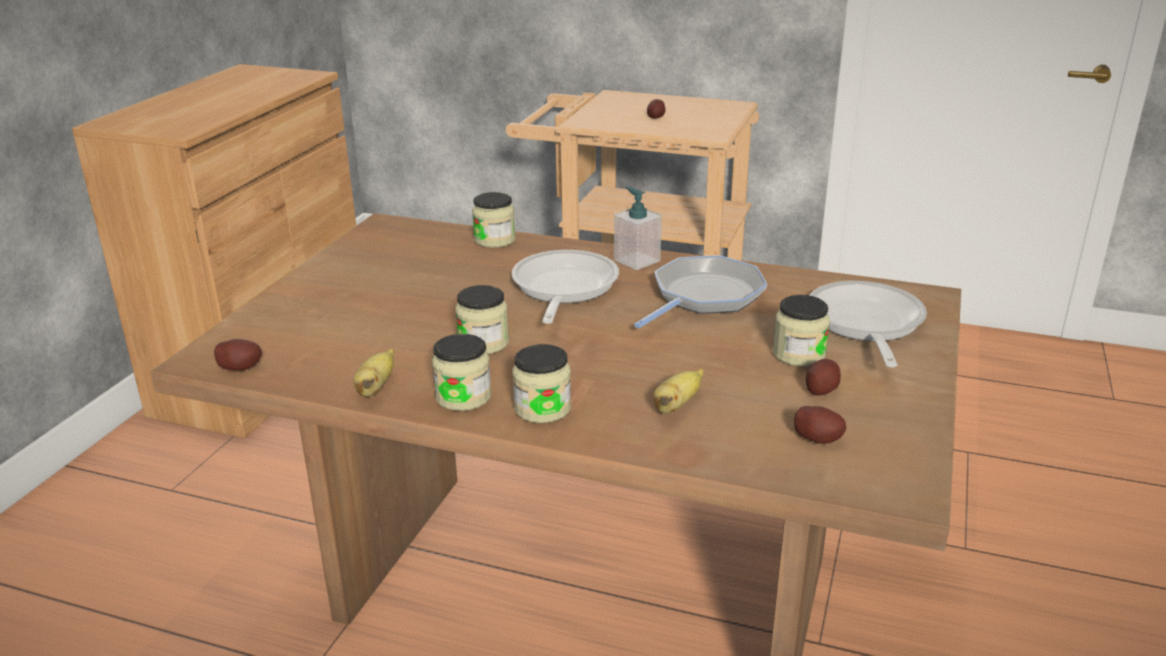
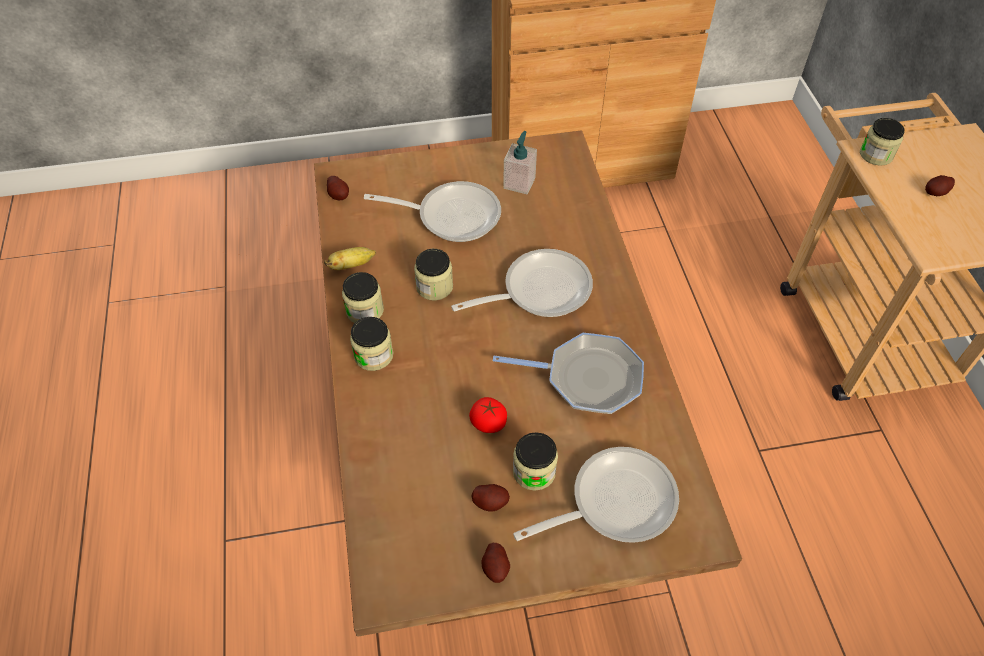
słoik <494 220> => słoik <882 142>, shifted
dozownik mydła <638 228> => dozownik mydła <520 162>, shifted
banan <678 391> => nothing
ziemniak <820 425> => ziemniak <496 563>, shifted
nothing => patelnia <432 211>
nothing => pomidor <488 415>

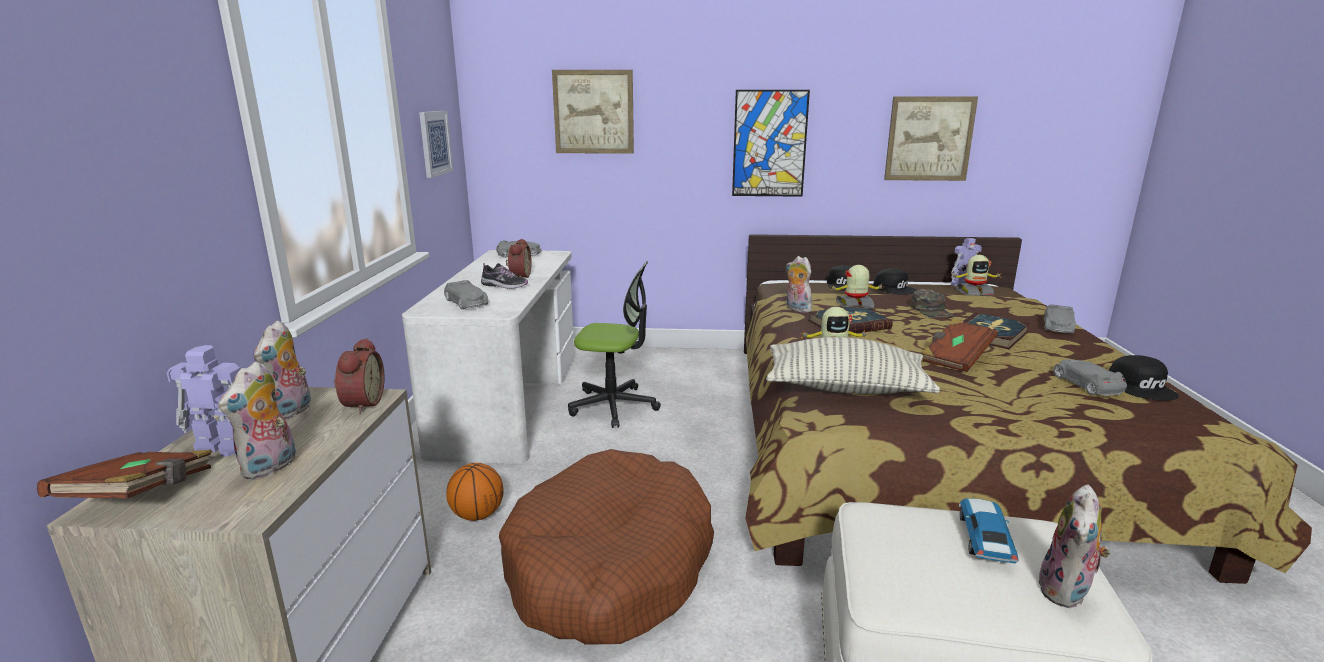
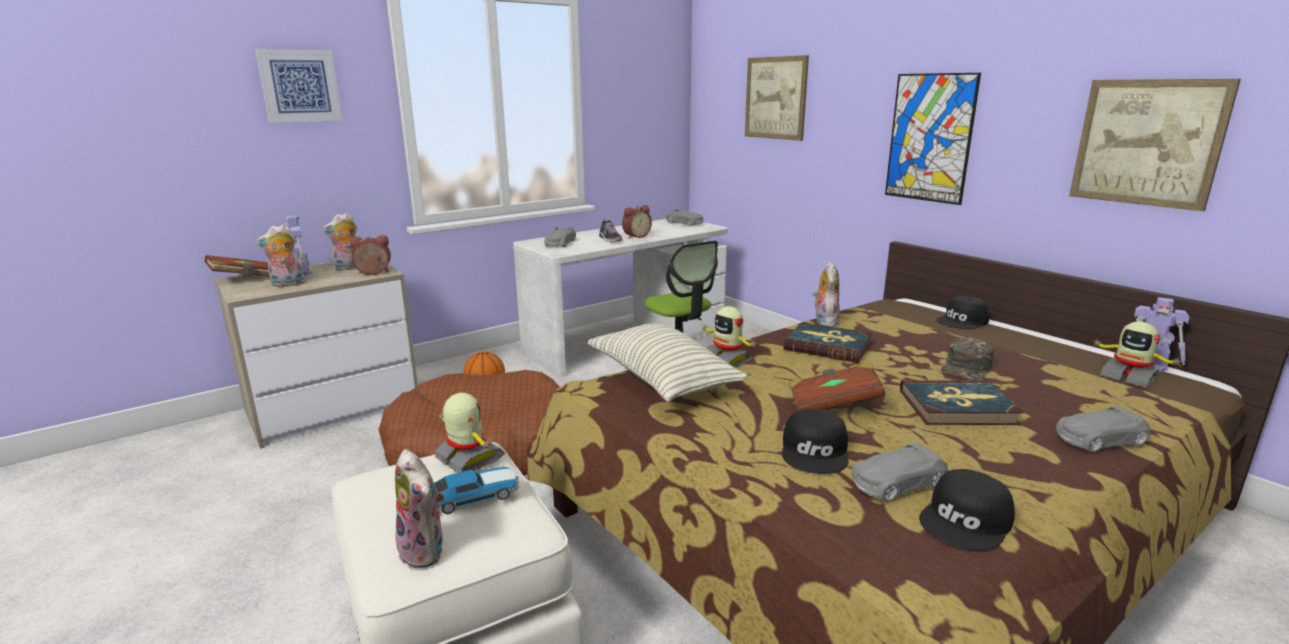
budzik <359 376> => budzik <370 255>, 150 degrees counterclockwise
obraz <436 144> => obraz <298 86>, shifted
robot zabawkowy <857 287> => robot zabawkowy <470 433>, shifted
czapka z daszkiem [czarny] <895 281> => czapka z daszkiem [czarny] <815 441>, shifted
pluszak <1075 546> => pluszak <419 509>, 120 degrees counterclockwise
samochodzik [szary] <1090 377> => samochodzik [szary] <900 472>, 150 degrees counterclockwise

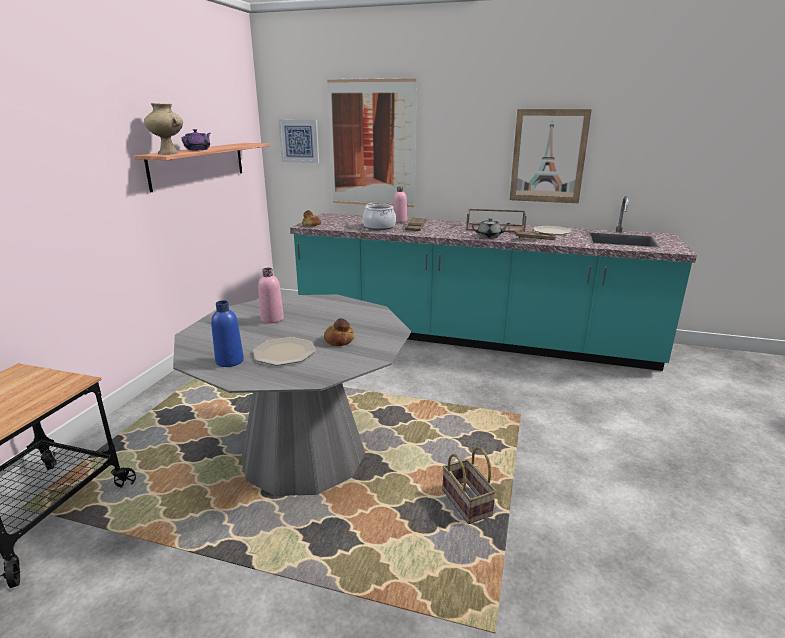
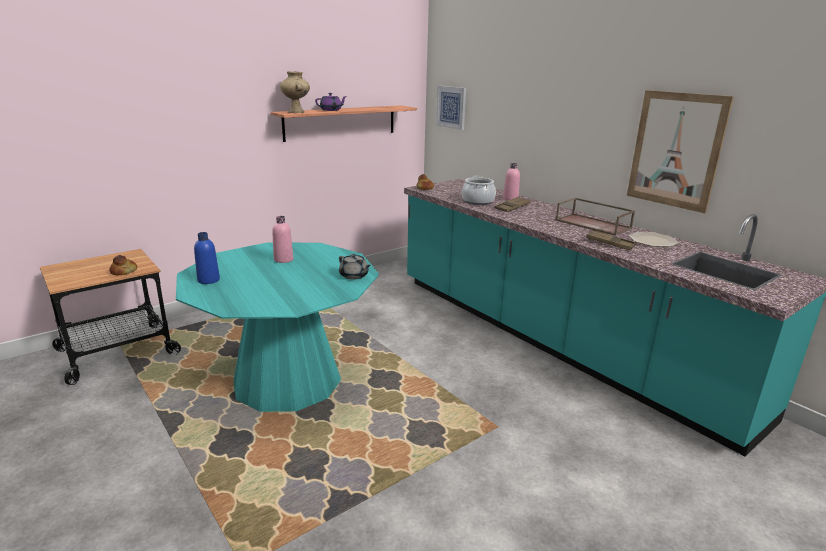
stół jadalny [szary] <292 395> => stół jadalny [turkusowy] <277 327>
talerz <284 351> => nothing
chleb <339 332> => chleb <123 265>, shifted
obraz <372 142> => nothing
koszyk <469 485> => nothing
imbryk [szary] <491 228> => imbryk [szary] <355 267>, shifted

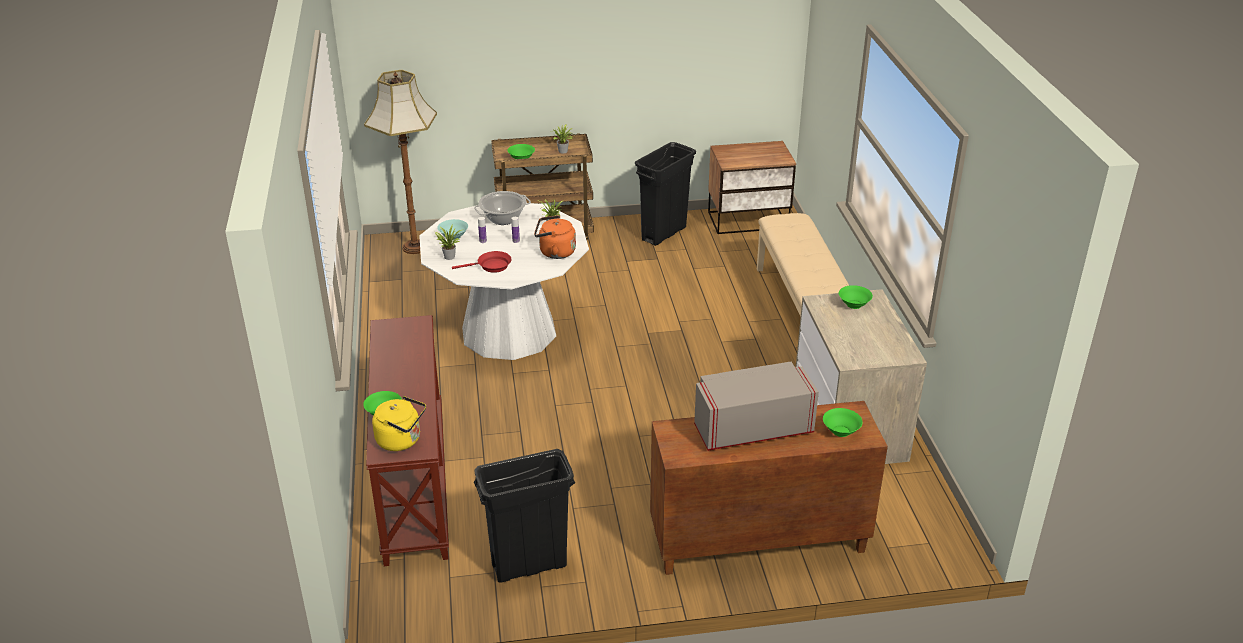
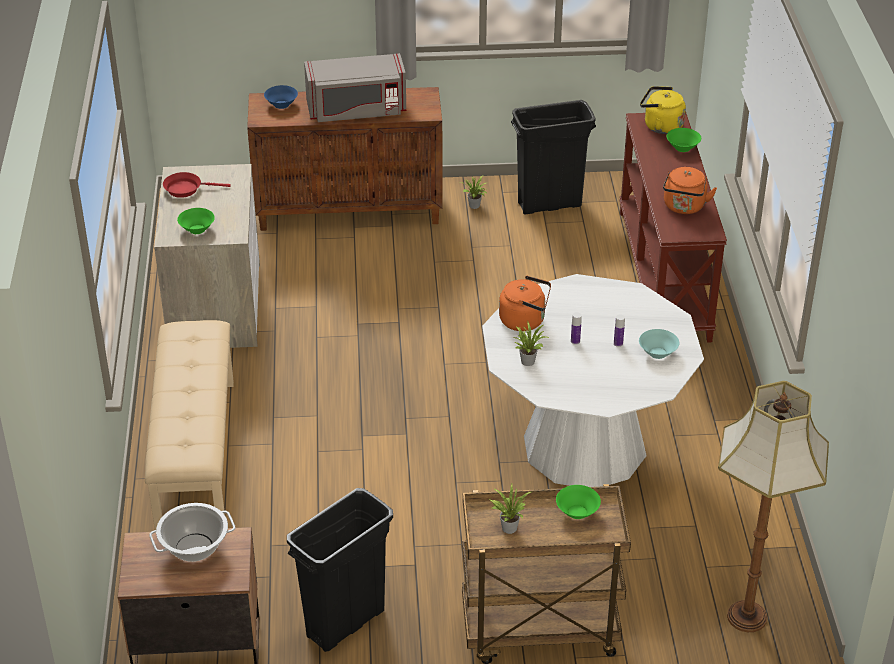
roślina doniczkowa <448 242> => roślina doniczkowa <473 192>, shifted
patelnia [czerwony] <482 262> => patelnia [czerwony] <197 185>, shifted
garnek <502 208> => garnek <192 532>, shifted
miska [zielony] <843 422> => miska [niebieski] <281 97>
nothing => czajnik [pomarańczowy] <690 190>

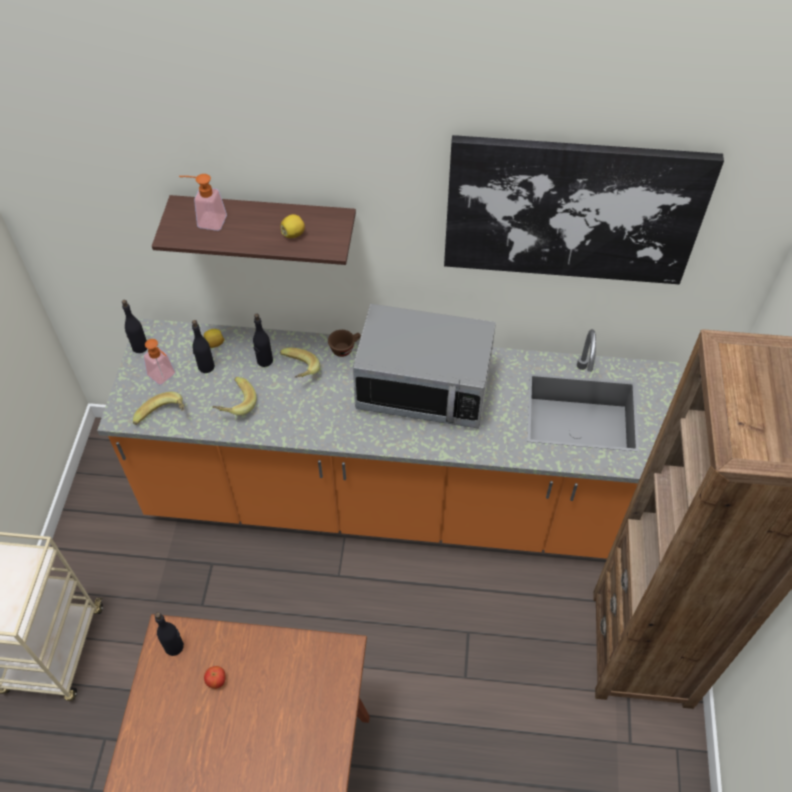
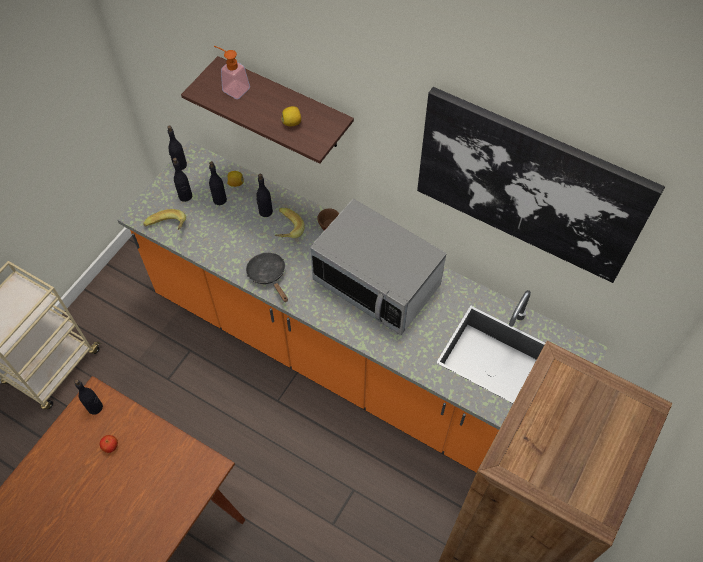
dozownik mydła <159 362> => butelka [czarny] <182 180>
banan <234 396> => nothing
nothing => patelnia [czarny] <267 277>

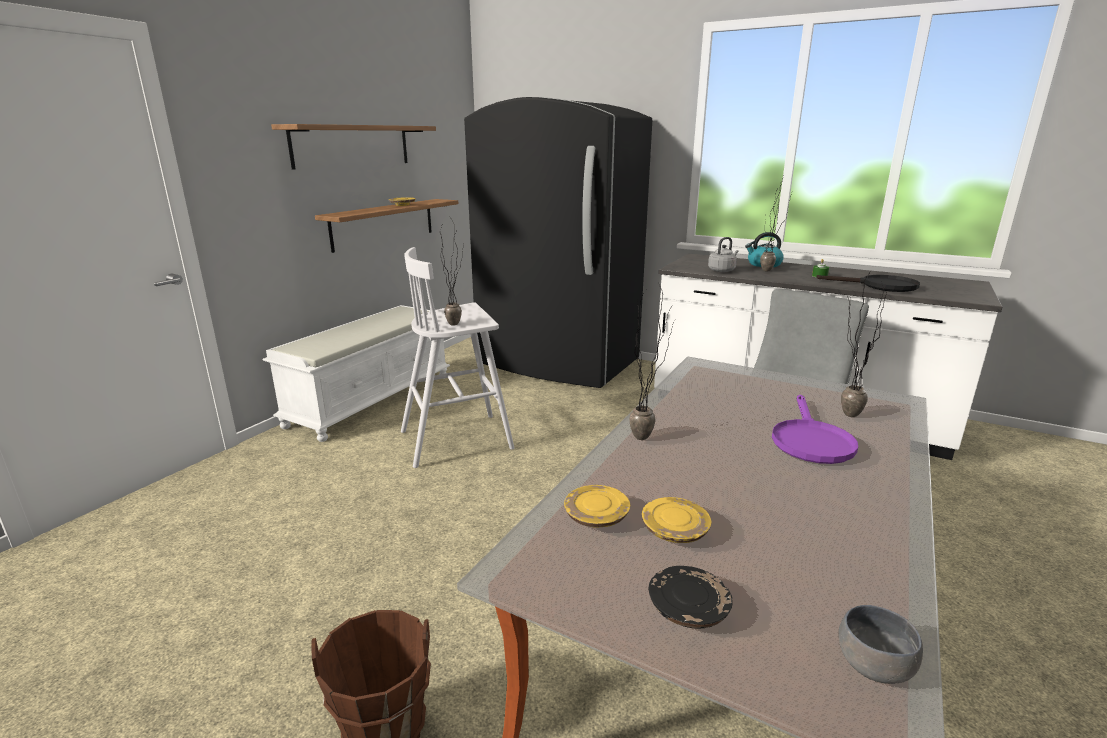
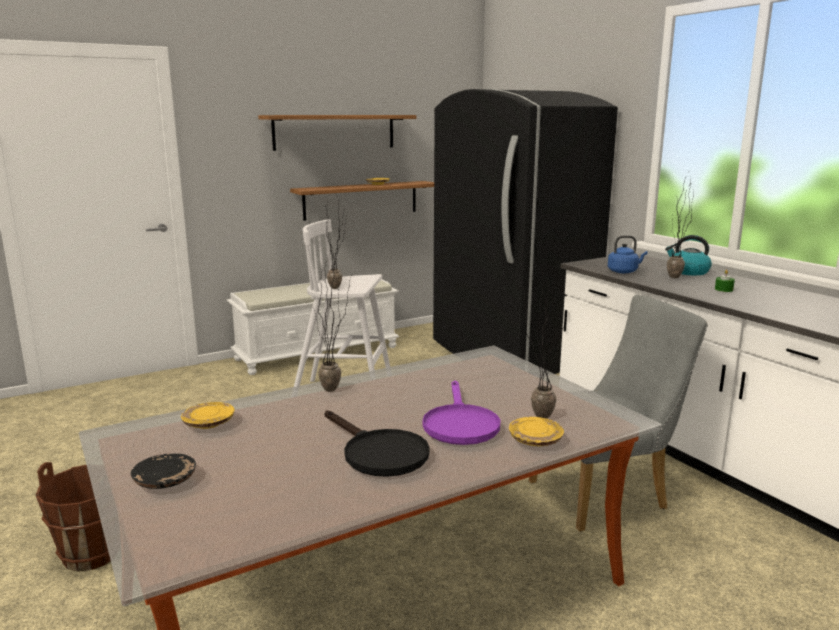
talerz [żółty] <676 520> => talerz [żółty] <536 431>, shifted
czajnik [szary] <723 254> => czajnik [niebieski] <628 254>
patelnia [fioletowy] <815 429> => patelnia [fioletowy] <461 413>, 45 degrees counterclockwise
patelnia [czarny] <868 283> => patelnia [czarny] <377 443>, shifted
miska [szary] <880 644> => nothing

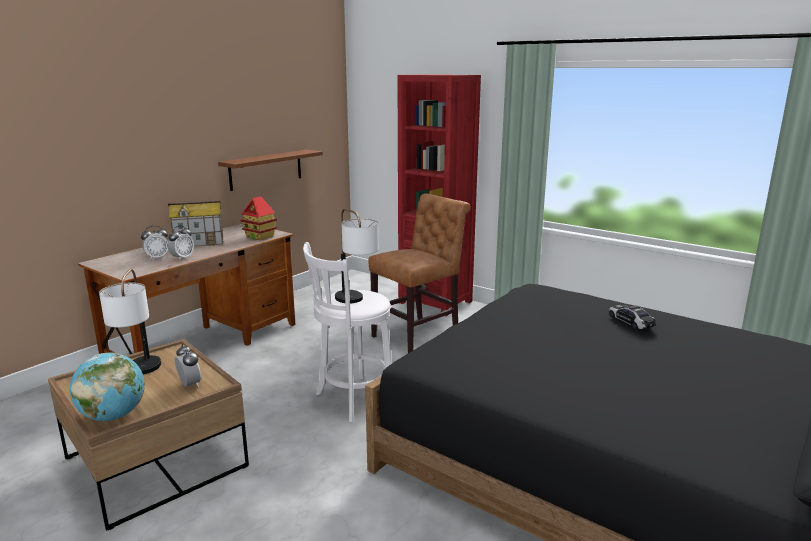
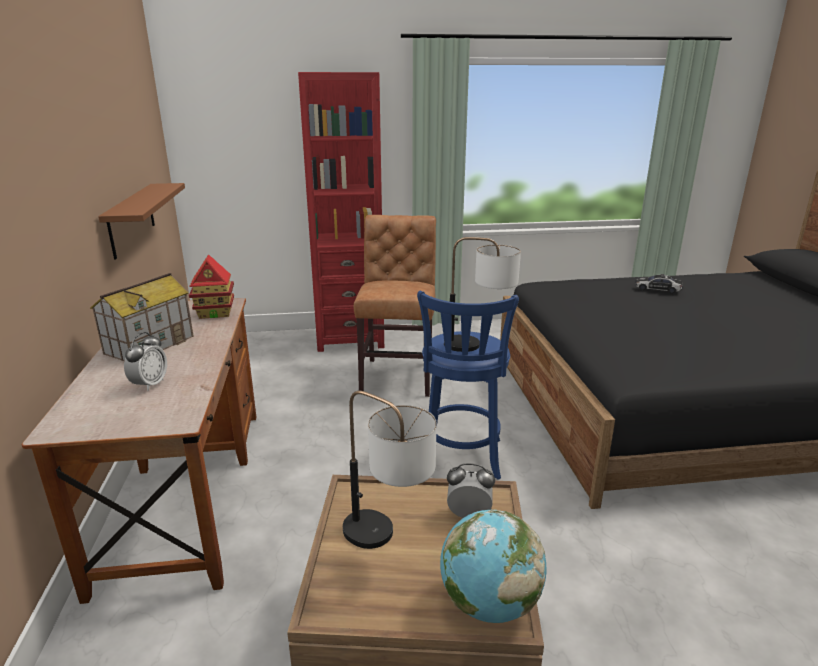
budzik <181 243> => nothing
stołek [biały] <347 332> => stołek [niebieski] <468 385>

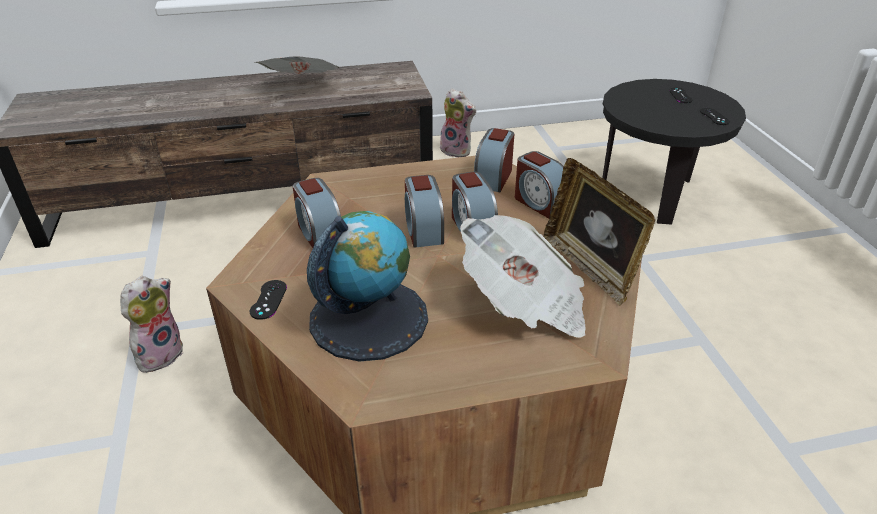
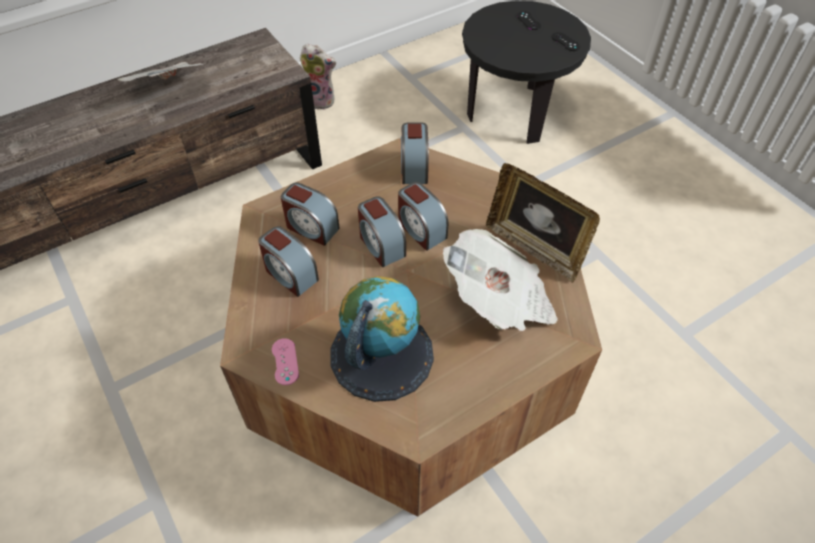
pluszak <151 324> => nothing
pad do gier [czarny] <268 300> => pad do gier [różowy] <285 361>
budzik <539 184> => budzik <310 214>, shifted

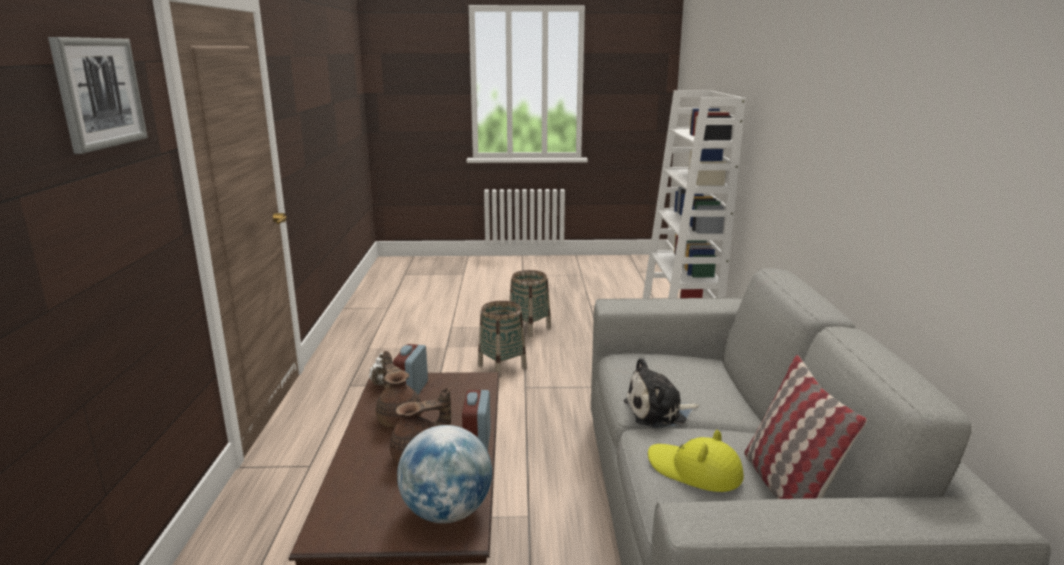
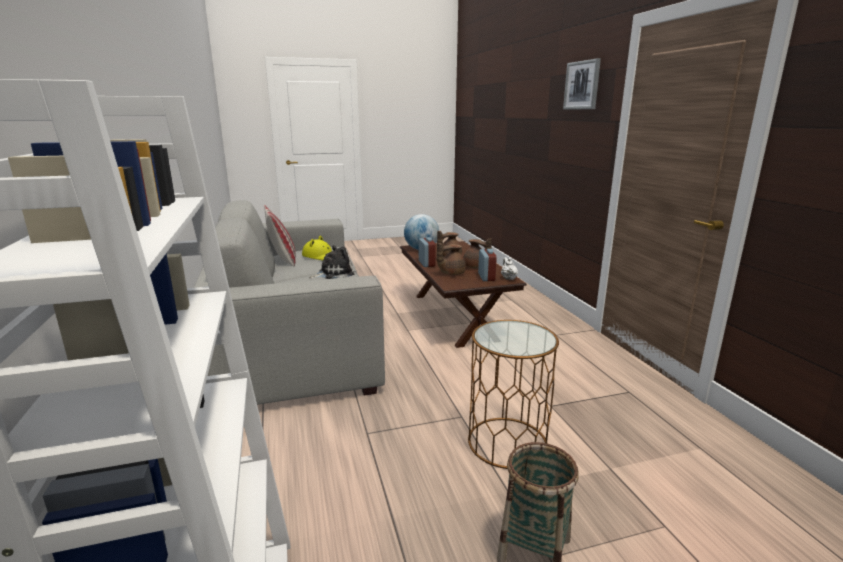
koszyk <502 339> => stolik [brązowy] <513 394>
nothing => imbryk [brązowy] <451 258>

